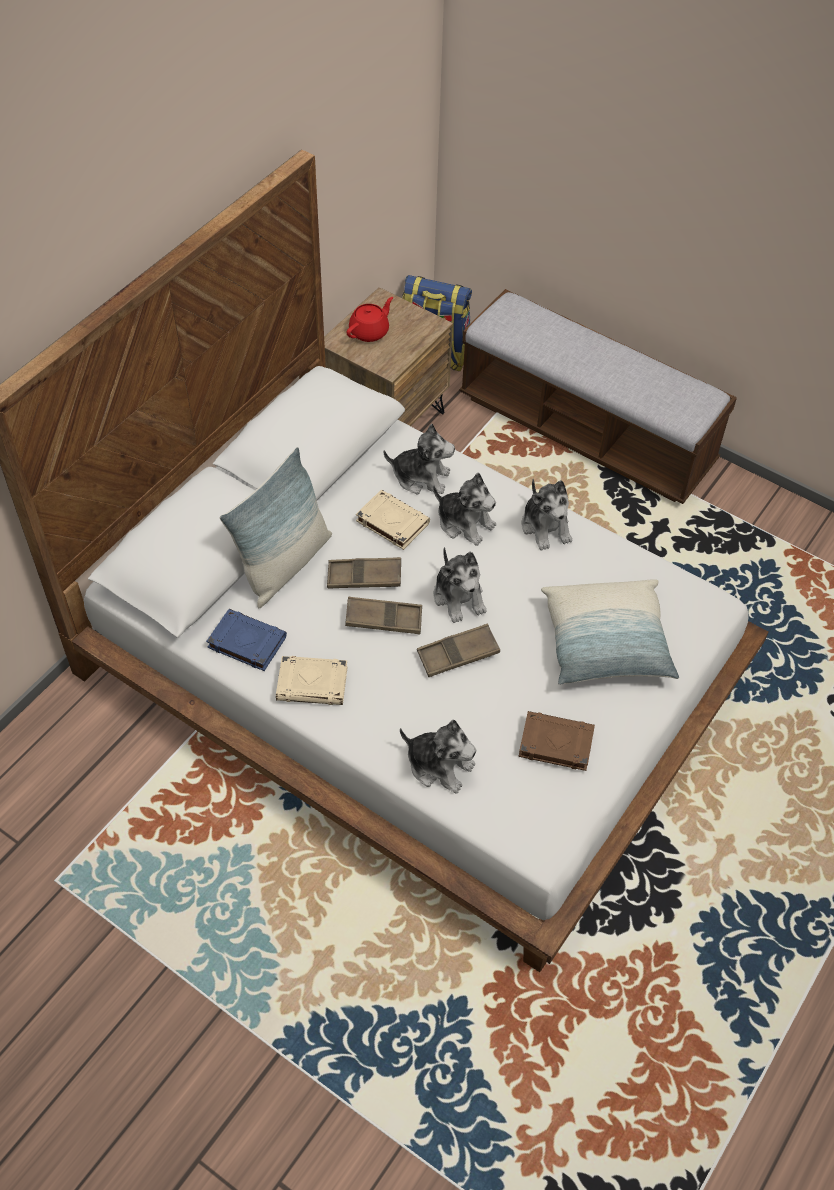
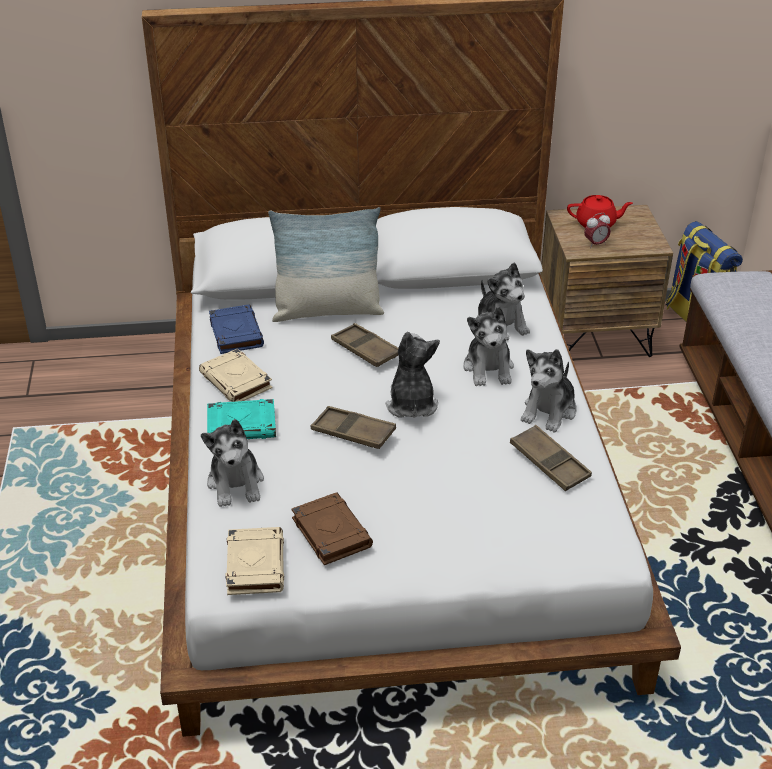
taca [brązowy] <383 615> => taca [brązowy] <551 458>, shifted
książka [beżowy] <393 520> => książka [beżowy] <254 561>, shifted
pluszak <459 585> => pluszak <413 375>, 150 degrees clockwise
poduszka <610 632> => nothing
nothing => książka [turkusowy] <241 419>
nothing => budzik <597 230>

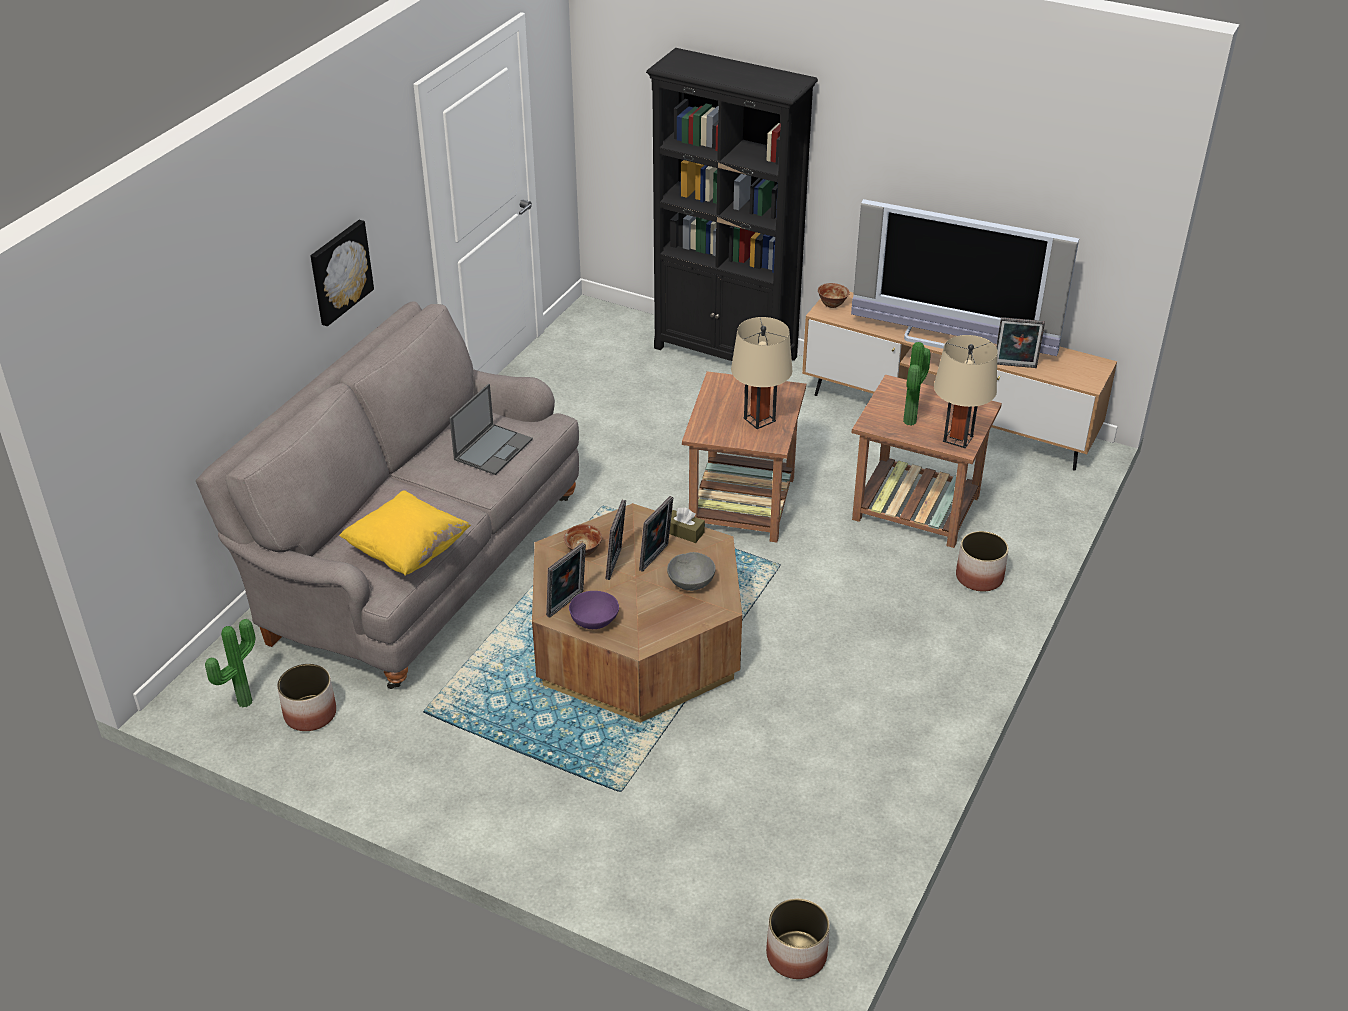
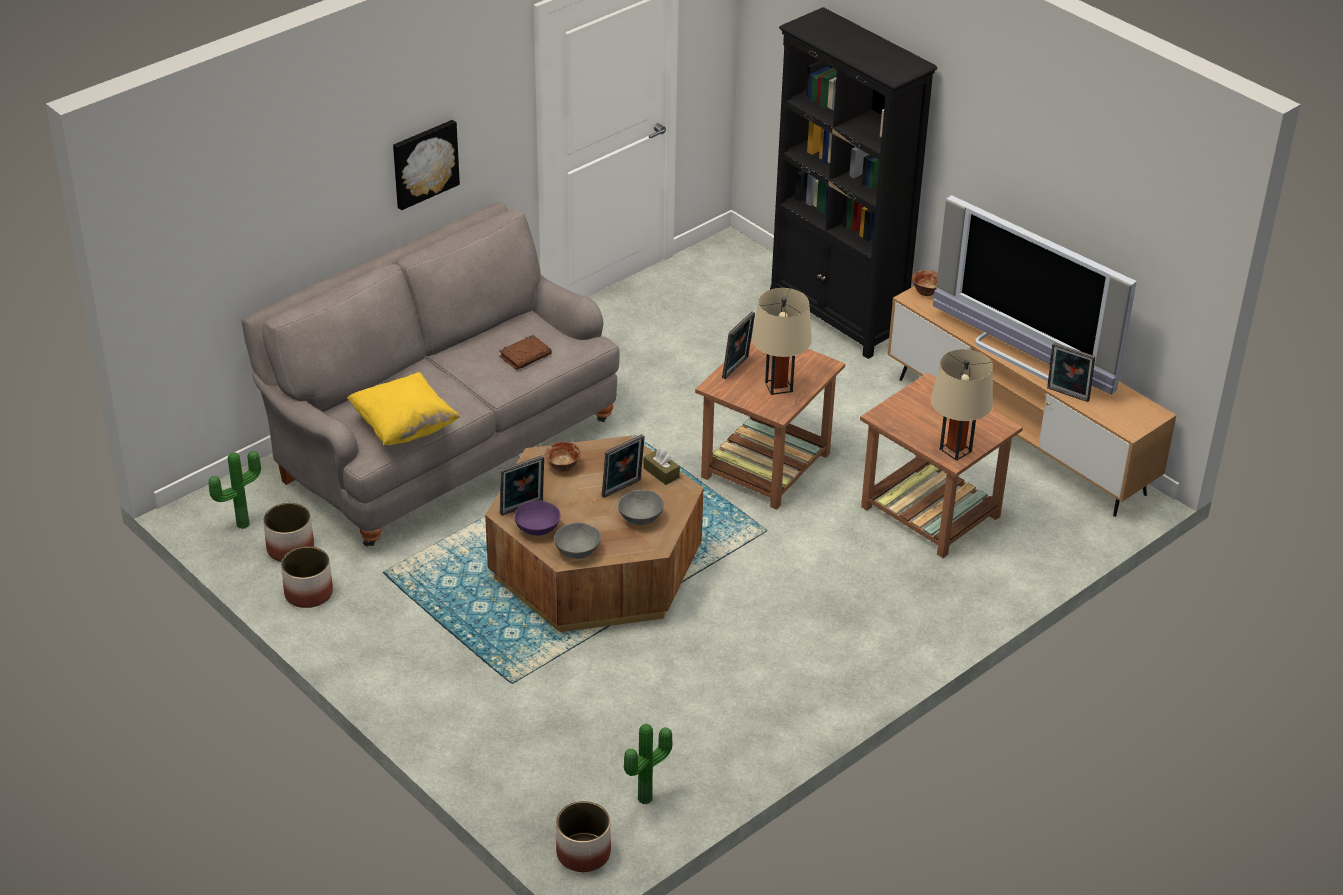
laptop <491 429> => książka [brązowy] <525 352>
ramka na zdjęcie <615 540> => ramka na zdjęcie <738 345>, shifted
roślina doniczkowa <917 384> => roślina doniczkowa <648 764>, shifted
donica <982 561> => donica <307 577>, shifted
nothing => miska [szary] <577 541>

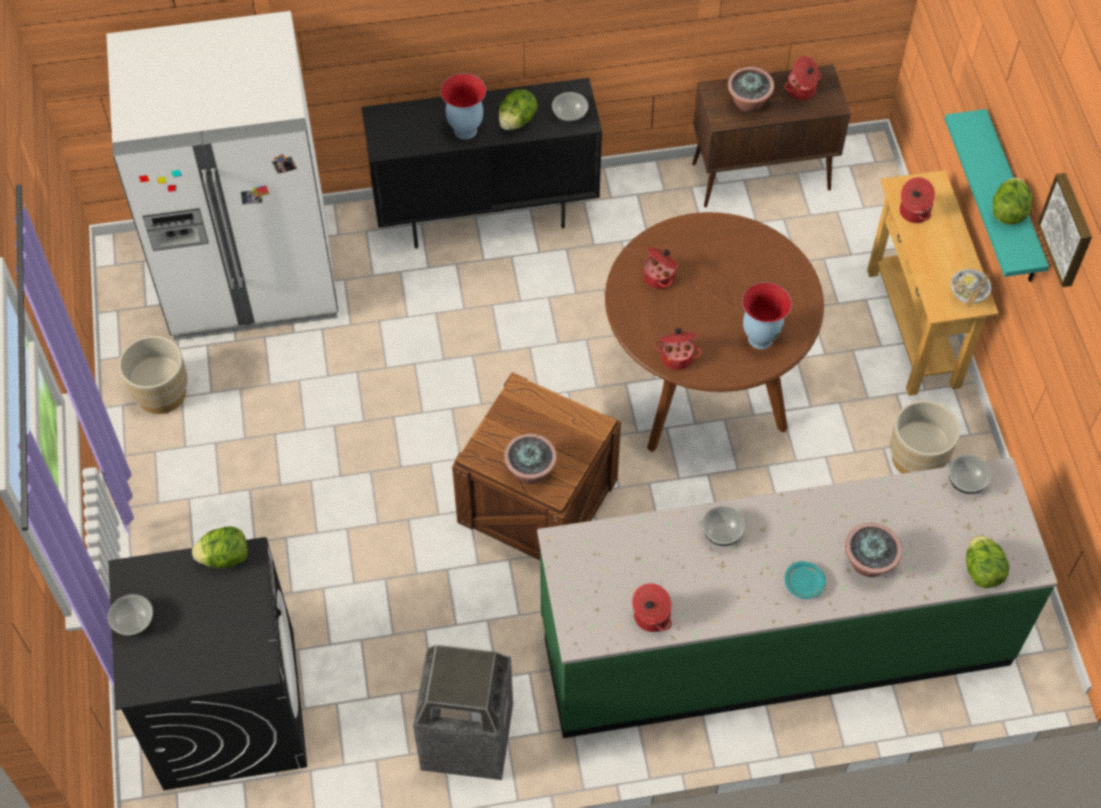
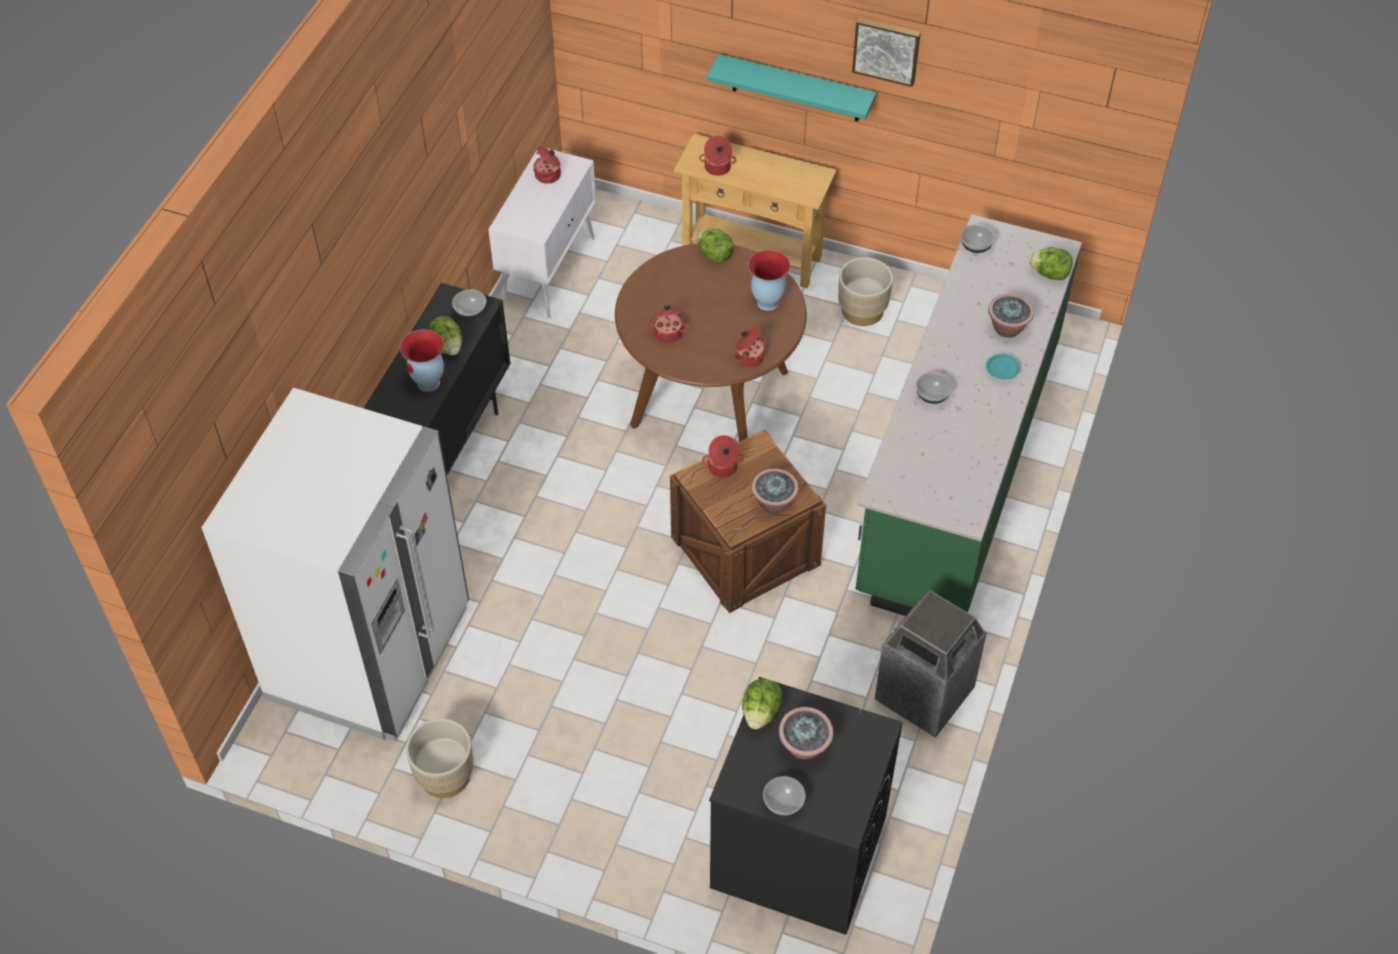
garnek <652 607> => garnek <723 456>, shifted
szafka [brązowy] <771 136> => szafka [biały] <542 233>
roślina doniczkowa <751 89> => roślina doniczkowa <806 733>, shifted
miska <971 288> => nothing
sałata <1012 201> => sałata <715 245>, shifted

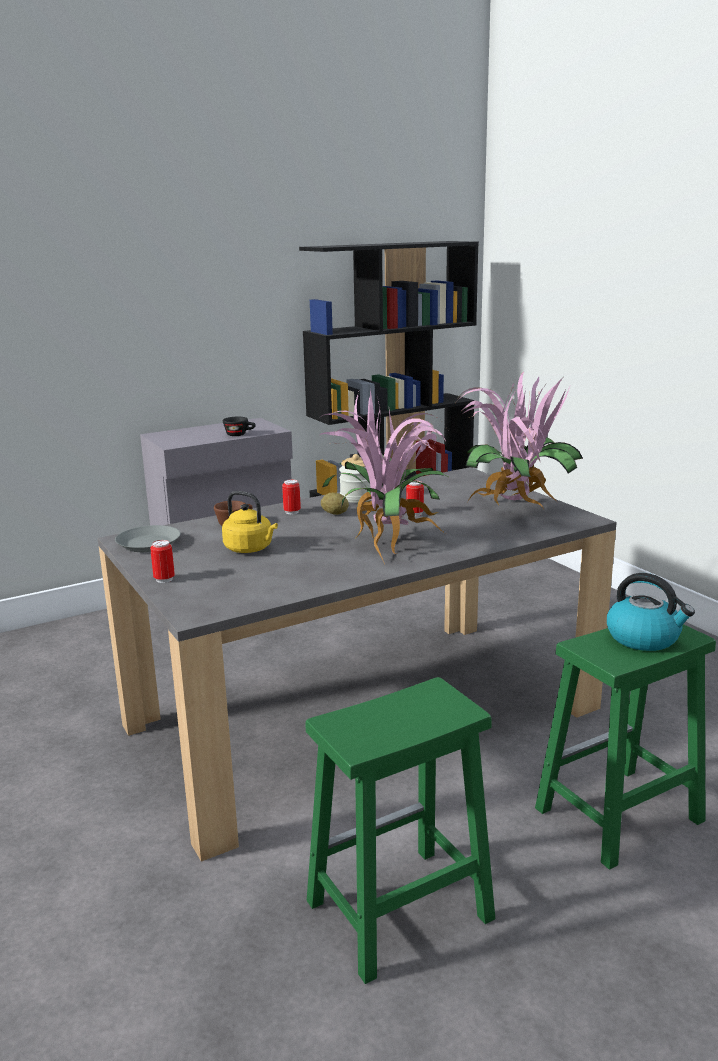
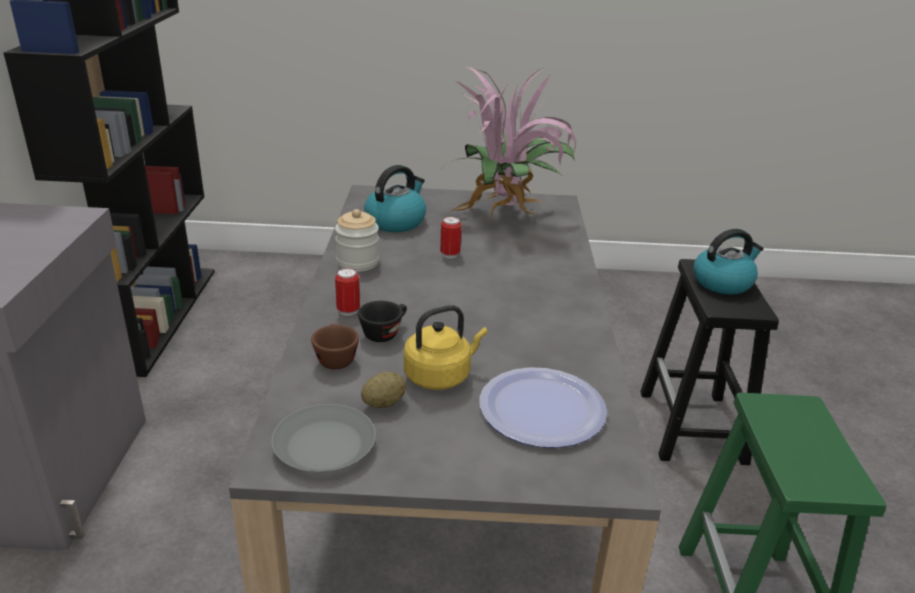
puszka <162 561> => nothing
filiżanka [czarny] <239 426> => filiżanka [czarny] <382 321>, shifted
roślina doniczkowa <385 476> => nothing
ziemniak <335 504> => ziemniak <383 390>, shifted
stołek [zielony] <625 747> => stołek [czarny] <709 362>
nothing => czajnik <395 198>
nothing => talerz <543 407>

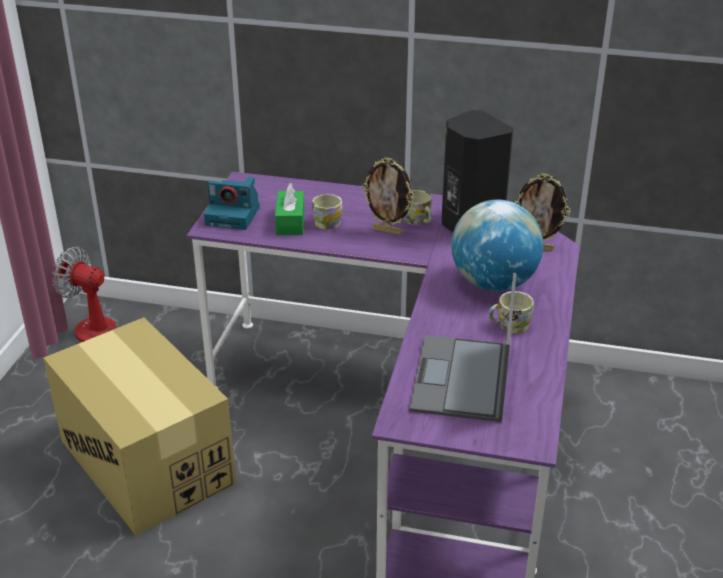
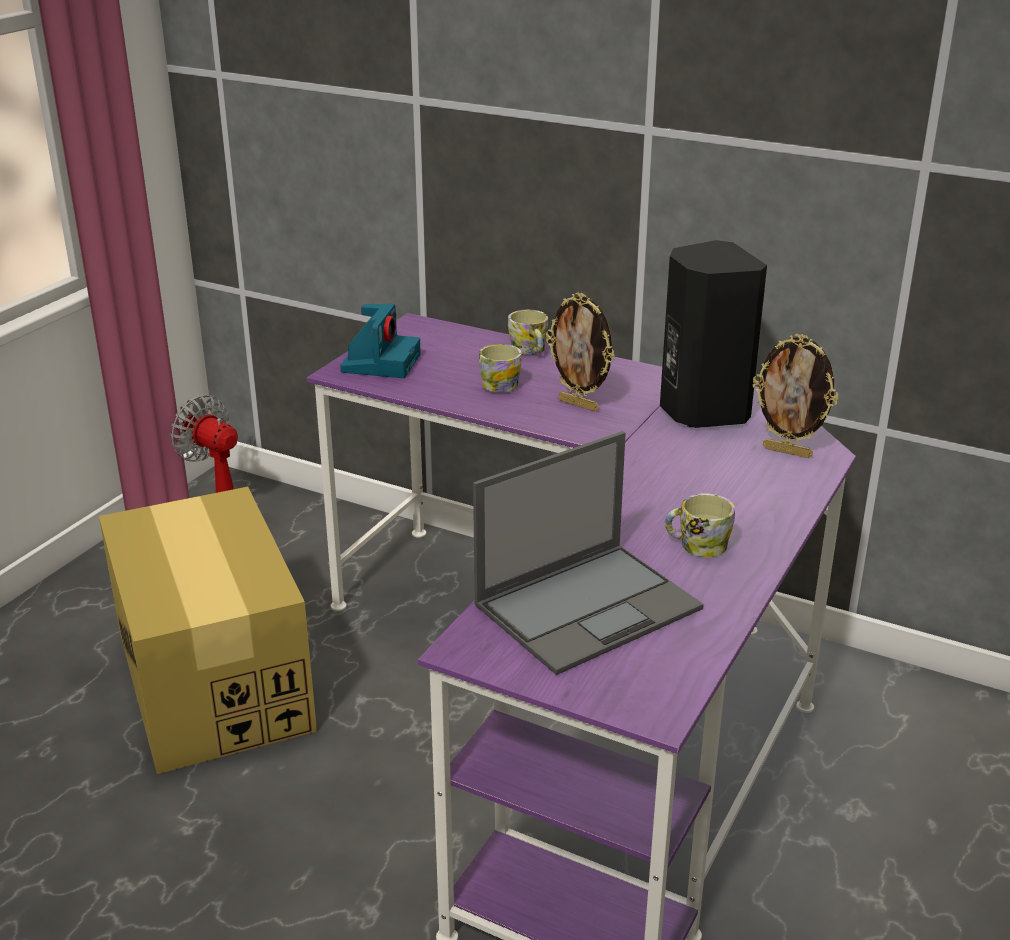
aparat fotograficzny <232 203> => aparat fotograficzny <380 340>, 105 degrees counterclockwise
pudełko chusteczek [zielony] <290 209> => nothing
kubek <418 207> => kubek <528 332>, shifted
laptop <463 347> => laptop <588 553>, 150 degrees counterclockwise
globus <497 245> => nothing

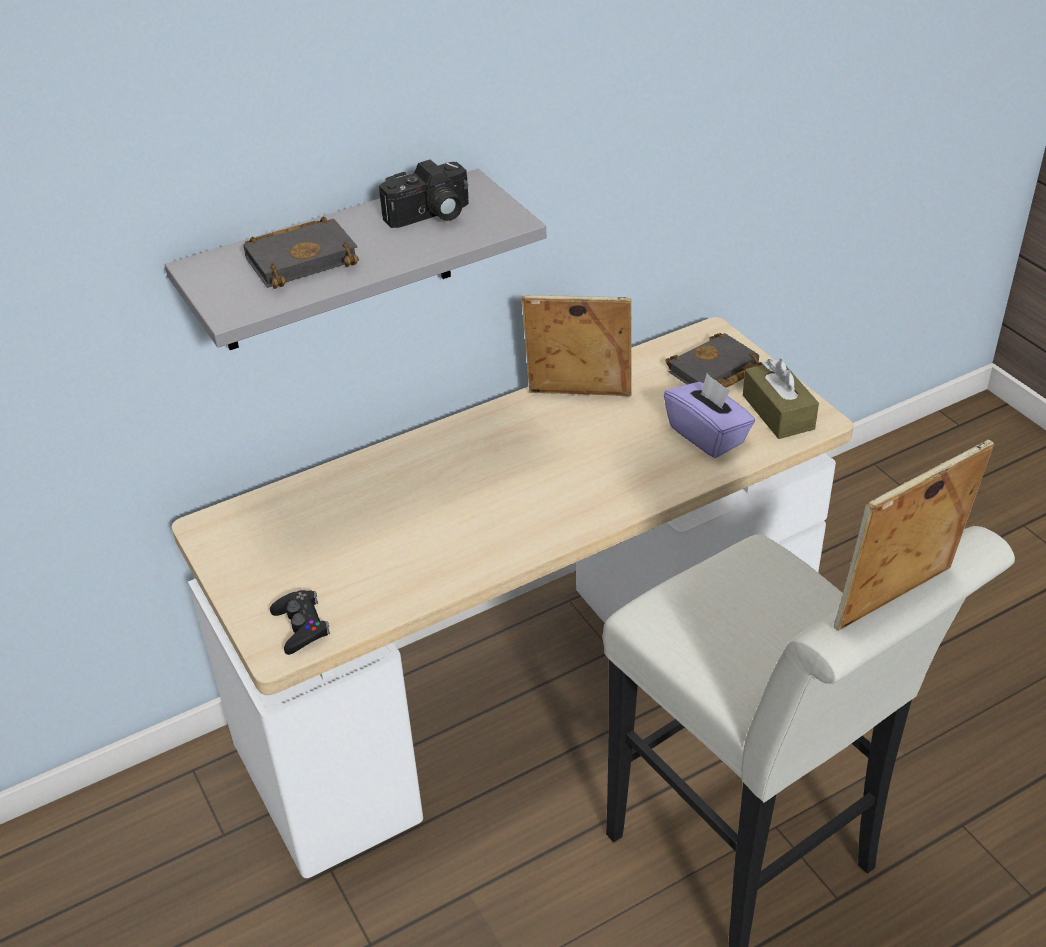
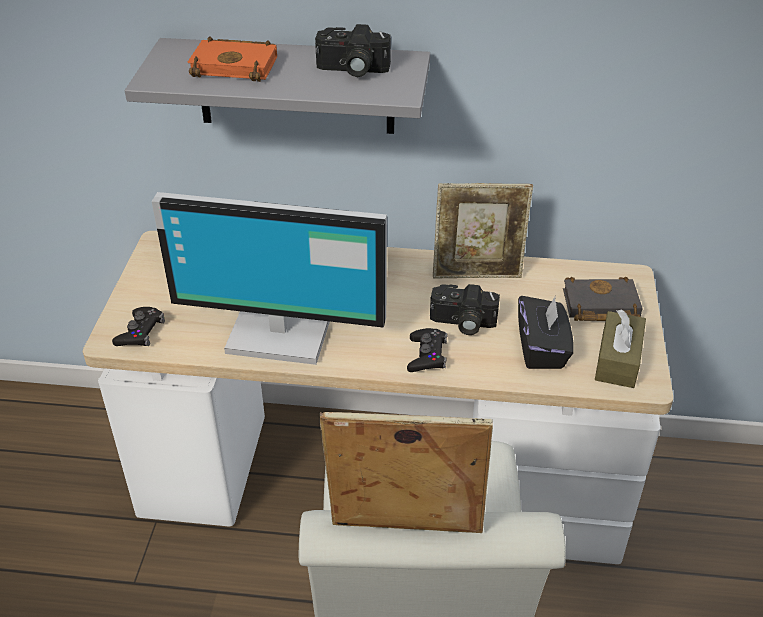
książka [czarny] <301 252> => książka [pomarańczowy] <232 59>
ramka na zdjęcie <577 345> => ramka na zdjęcie <483 230>, 135 degrees clockwise
pudełko chusteczek [fioletowy] <709 415> => pudełko chusteczek [czarny] <546 332>
nothing => monitor <269 278>
nothing => pad do gier [czarny] <427 350>
nothing => aparat fotograficzny <465 309>

